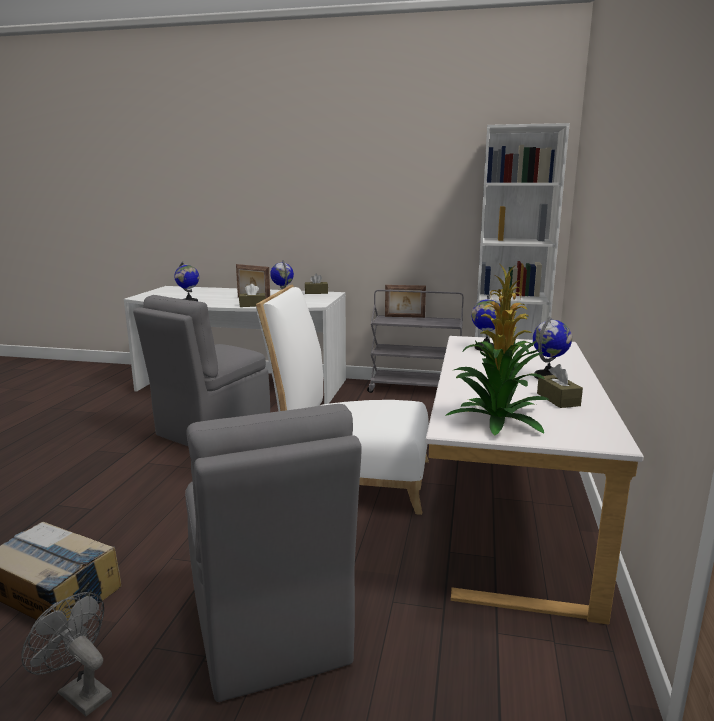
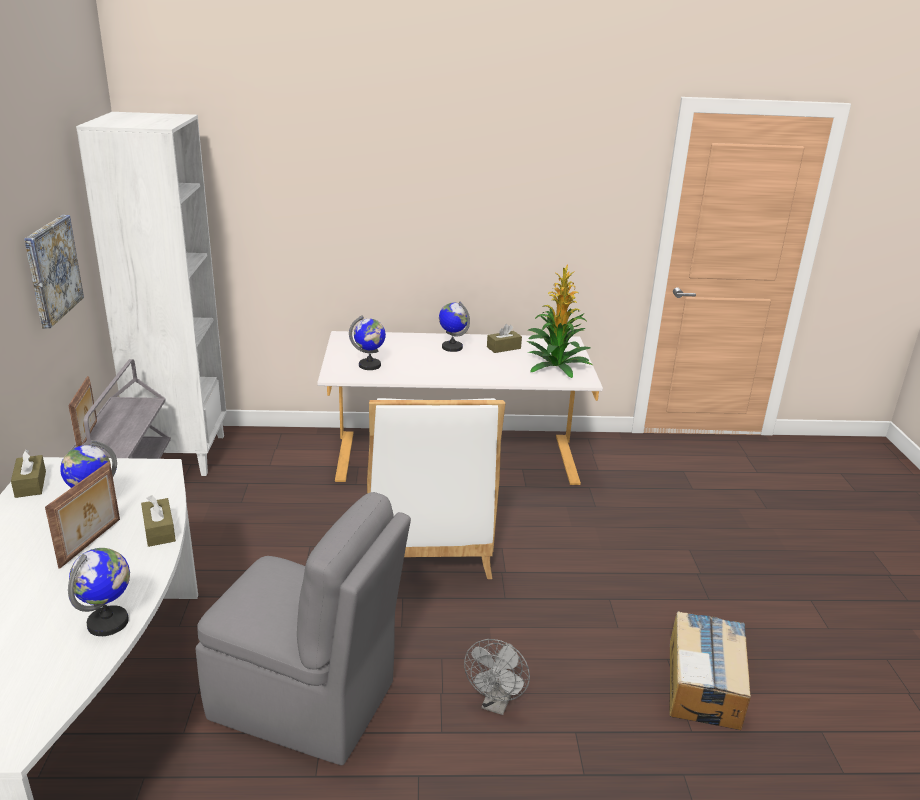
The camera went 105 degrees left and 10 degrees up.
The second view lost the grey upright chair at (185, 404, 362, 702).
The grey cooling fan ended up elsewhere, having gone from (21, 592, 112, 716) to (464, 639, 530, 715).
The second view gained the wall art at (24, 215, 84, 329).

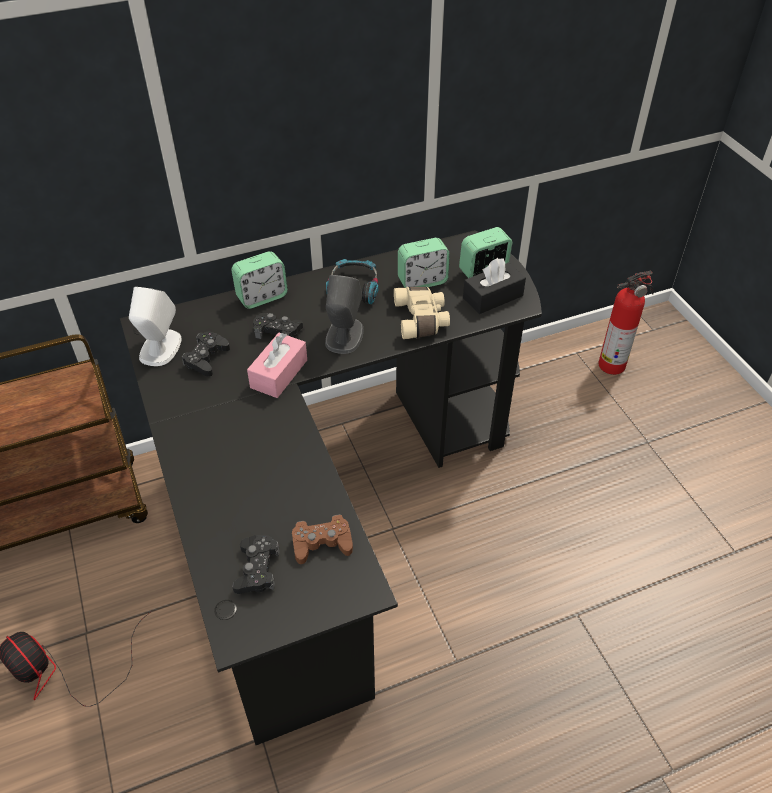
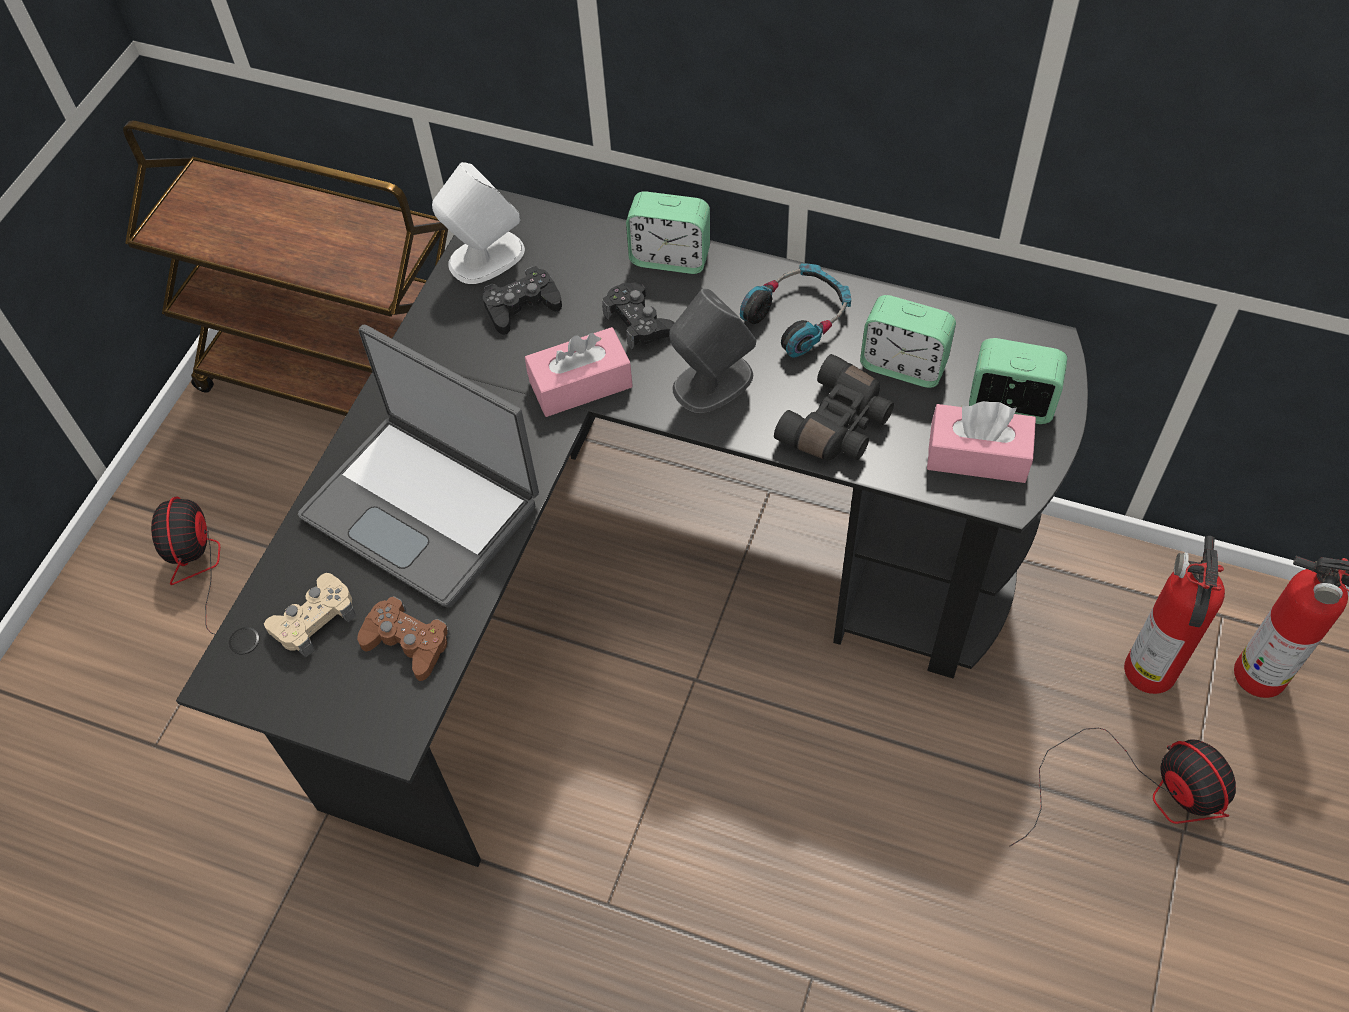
The camera went 45 degrees right and 10 degrees up.
What was the black-coloured box of tissues at (463, 258, 526, 314) turned into the pink box of tissues at (927, 401, 1036, 483).
What was the beige-coloured field glasses at (394, 287, 450, 339) turned into the black-coloured field glasses at (774, 354, 894, 461).
What was the black-coloured game controller at (232, 535, 280, 594) turned into the beige-coloured game controller at (264, 573, 356, 657).
The second view gained the notebook computer at (298, 325, 539, 608).
The second view gained the fire extinguisher at (1124, 536, 1225, 694).
The second view gained the cooling fan at (1009, 728, 1236, 847).

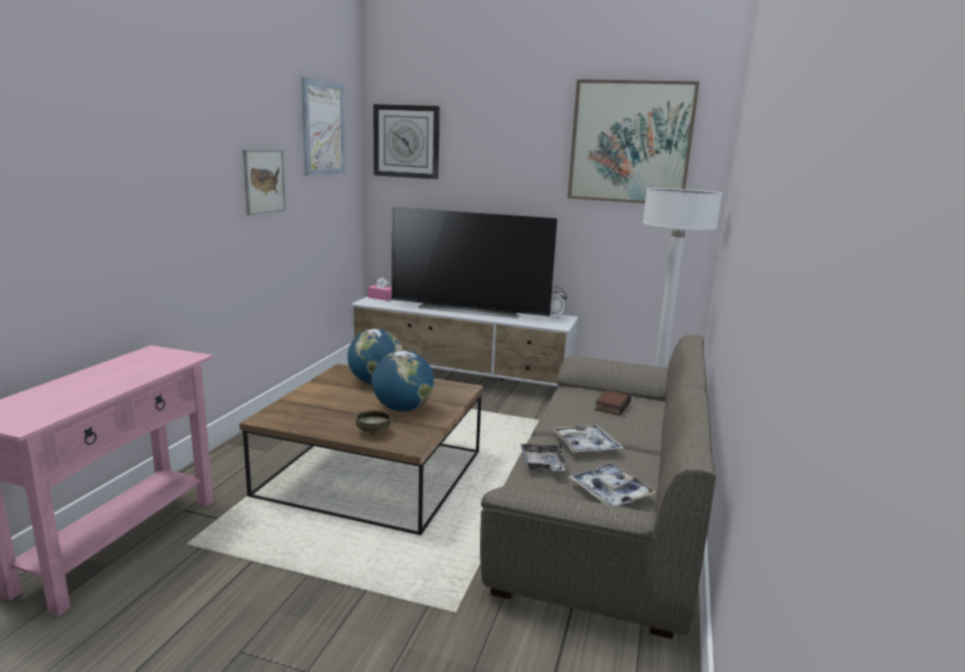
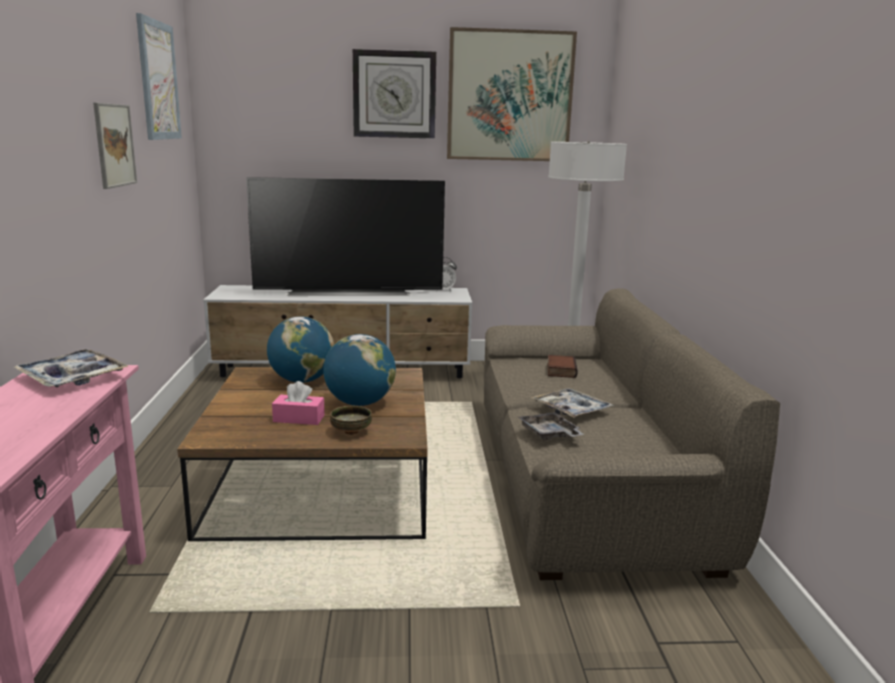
The camera went 20 degrees left and 0 degrees up.
The wall clock ended up elsewhere, having gone from (373, 104, 440, 179) to (353, 49, 436, 139).
The pink box of tissues ended up elsewhere, having gone from (368, 277, 392, 301) to (272, 381, 325, 425).
The carrying tray ended up elsewhere, having gone from (568, 463, 657, 506) to (14, 349, 128, 387).

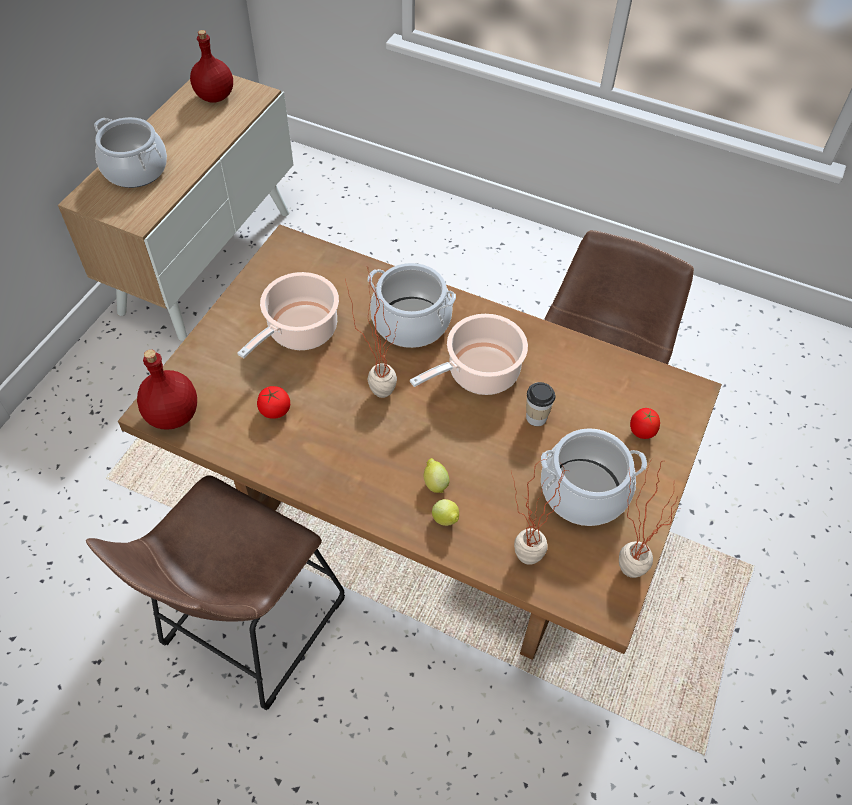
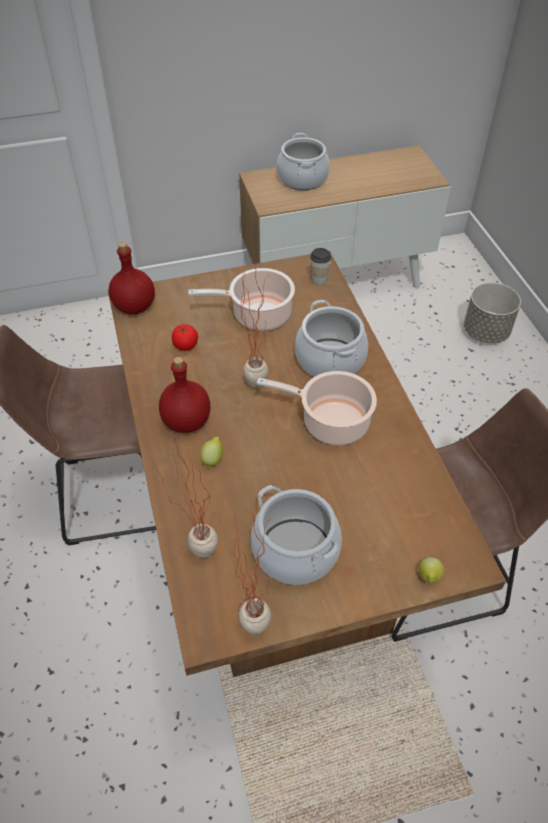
The camera went 50 degrees right and 5 degrees down.
The red drink bottle ended up elsewhere, having gone from (190, 30, 233, 103) to (159, 357, 210, 433).
The cup ended up elsewhere, having gone from (526, 382, 555, 426) to (310, 248, 331, 285).
The second view lost the fresh tomato at (630, 408, 660, 439).
The whole lemon ended up elsewhere, having gone from (432, 499, 459, 526) to (418, 557, 444, 584).
The second view gained the grey plant pot at (464, 283, 521, 343).

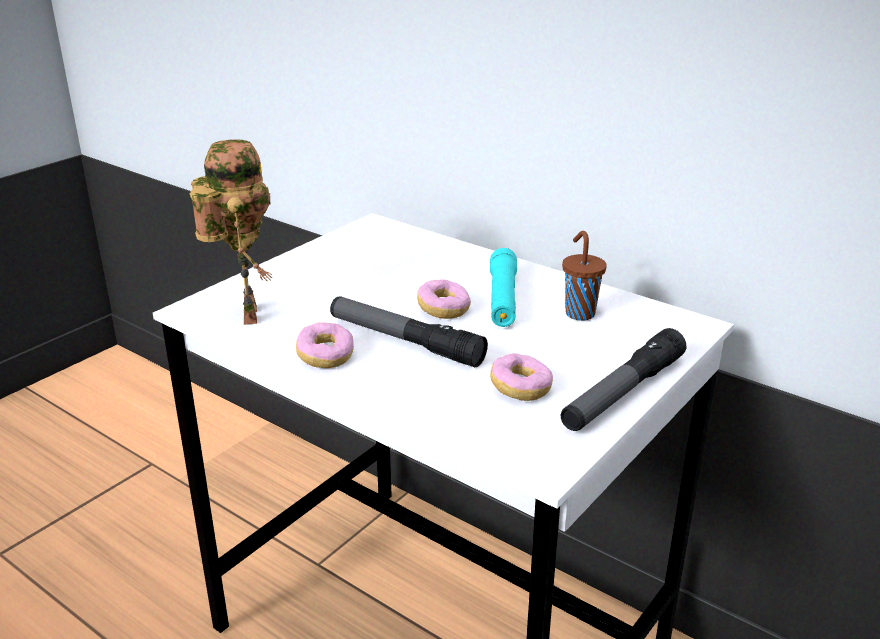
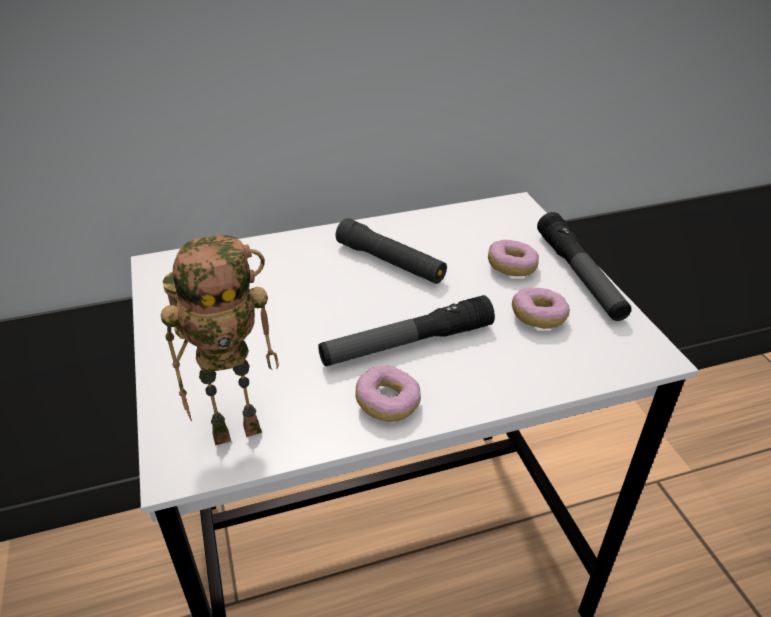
The camera went 55 degrees left and 10 degrees up.
The model robot at (190, 139, 272, 325) ended up facing another way, 135 degrees clockwise from before.
The second view lost the brown cup at (562, 231, 607, 321).
What was the blue-green hand torch at (490, 248, 517, 327) turned into the black-coloured hand torch at (336, 218, 447, 284).
The ring doughnut ended up elsewhere, having gone from (417, 279, 471, 319) to (488, 240, 539, 276).

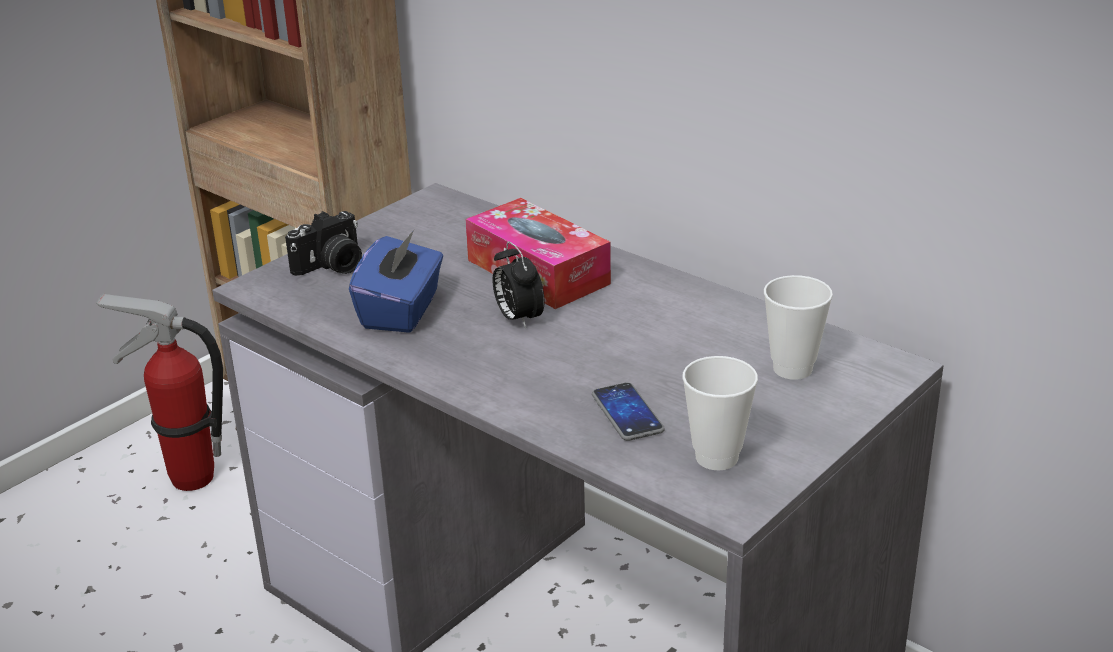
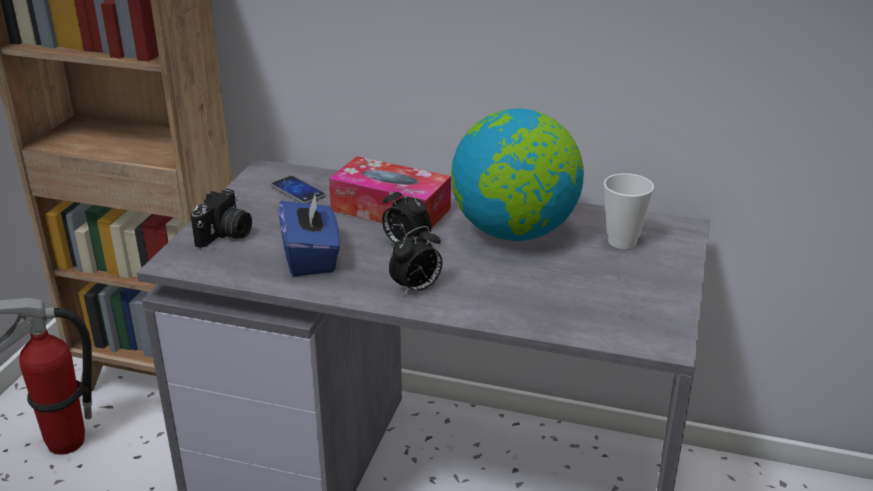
The camera went 25 degrees left and 0 degrees up.
The second view lost the cup at (682, 356, 758, 470).
The telephone ended up elsewhere, having gone from (592, 382, 665, 441) to (271, 176, 326, 204).
The second view gained the world globe at (451, 108, 584, 241).
The second view gained the bedside clock at (389, 226, 442, 296).

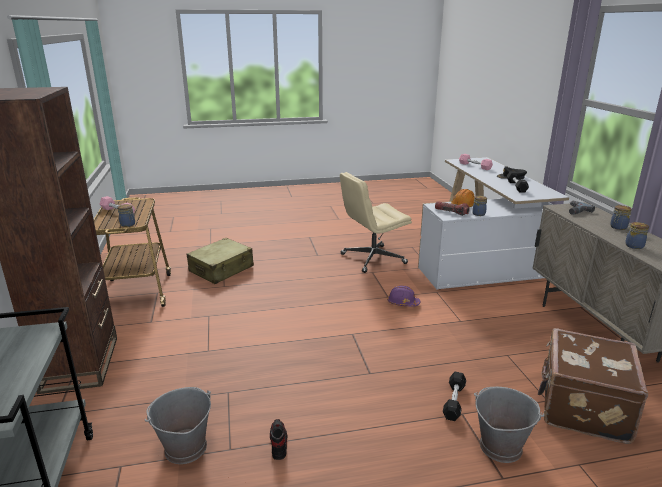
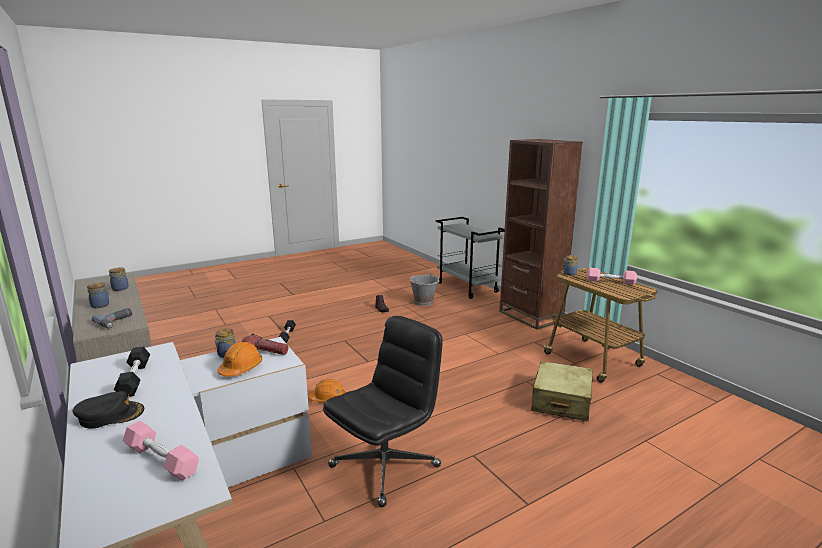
The camera went 160 degrees right and 5 degrees down.
What was the beige-coloured desk chair at (340, 172, 412, 273) turned into the black-coloured desk chair at (323, 316, 443, 507).
What was the purplish safety helmet at (387, 285, 421, 307) turned into the orange safety helmet at (309, 379, 345, 402).
The second view lost the brown piece of luggage at (538, 328, 648, 444).
The second view lost the grey bucket at (474, 387, 545, 463).

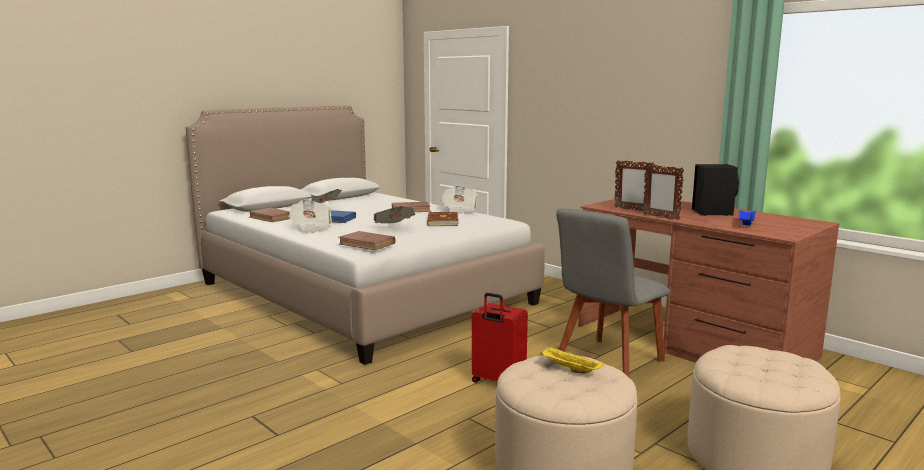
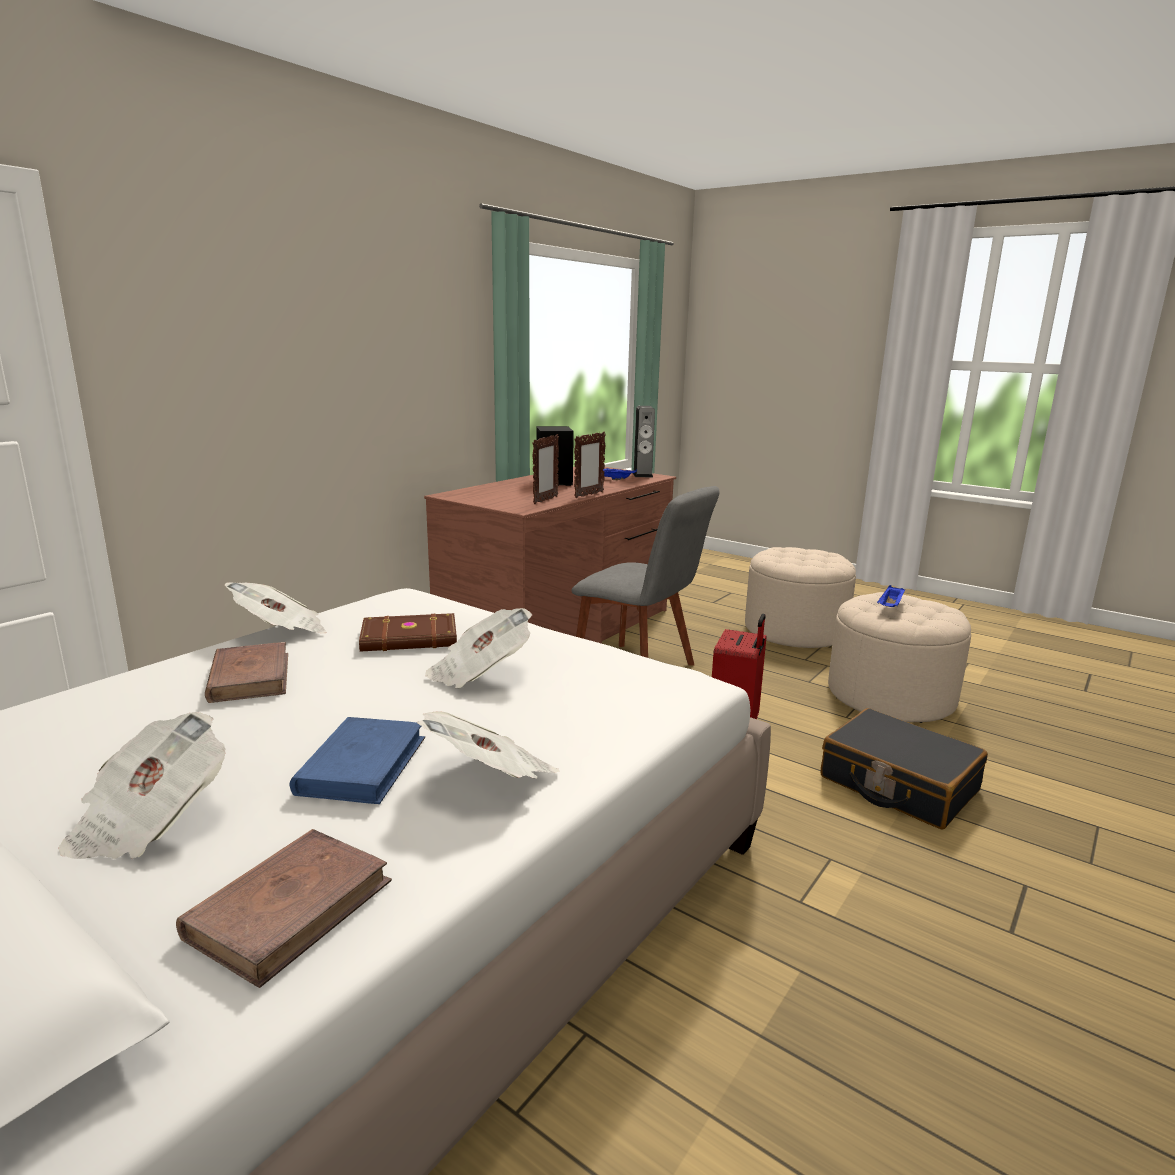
The camera went 100 degrees left and 5 degrees up.
The second view lost the brown bound book at (339, 231, 395, 250).
What was the yellowish carrying tray at (540, 346, 605, 373) turned into the blue-coloured carrying tray at (877, 585, 905, 607).
The second view gained the speaker at (633, 406, 655, 477).
The second view gained the black-coloured piece of luggage at (821, 708, 988, 829).

